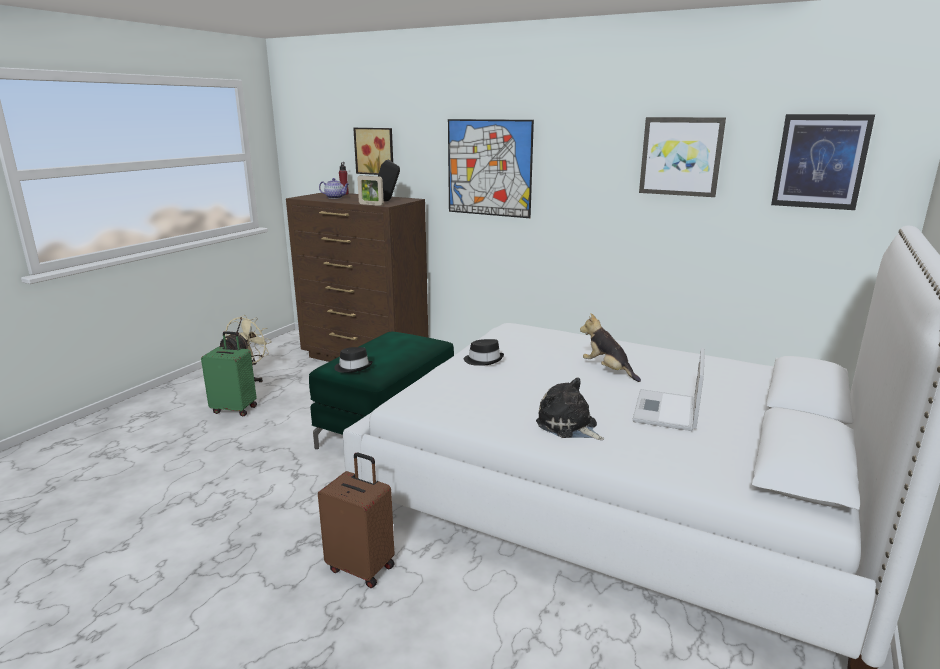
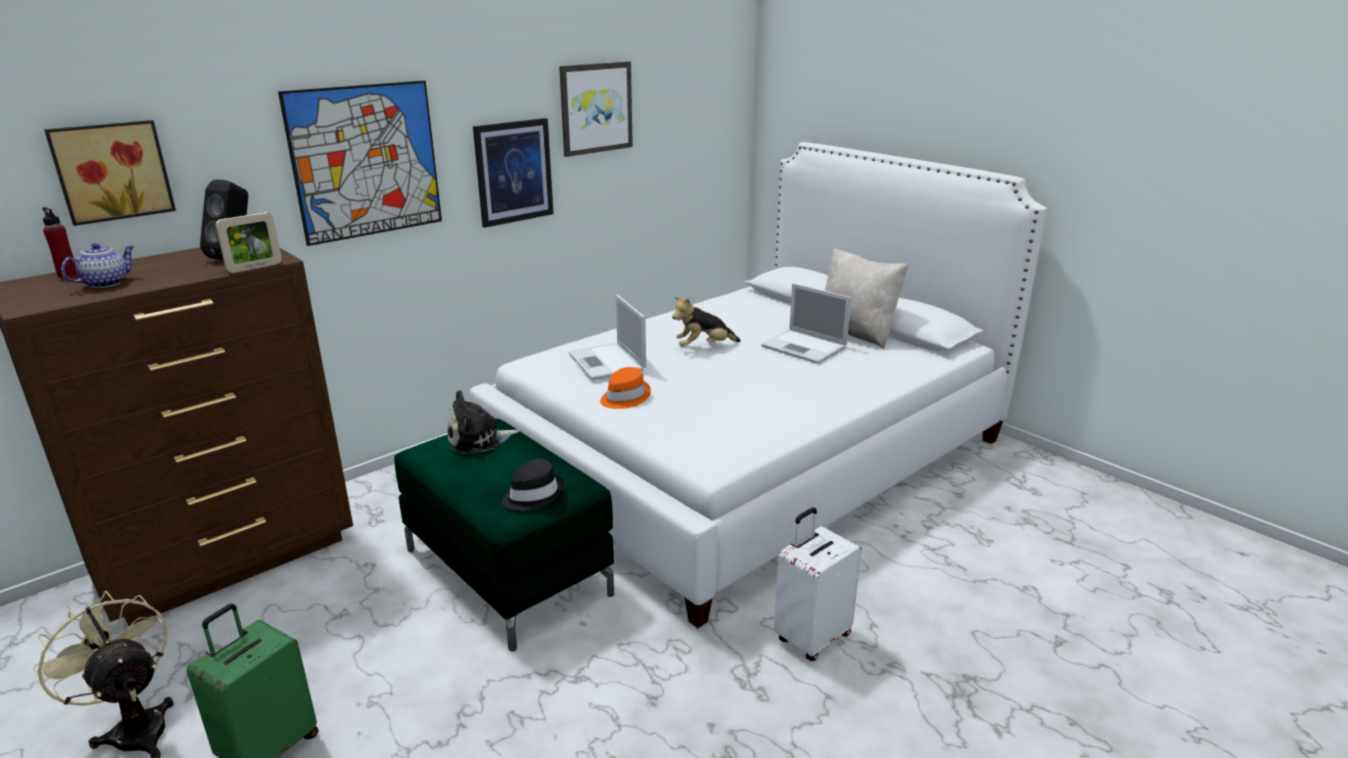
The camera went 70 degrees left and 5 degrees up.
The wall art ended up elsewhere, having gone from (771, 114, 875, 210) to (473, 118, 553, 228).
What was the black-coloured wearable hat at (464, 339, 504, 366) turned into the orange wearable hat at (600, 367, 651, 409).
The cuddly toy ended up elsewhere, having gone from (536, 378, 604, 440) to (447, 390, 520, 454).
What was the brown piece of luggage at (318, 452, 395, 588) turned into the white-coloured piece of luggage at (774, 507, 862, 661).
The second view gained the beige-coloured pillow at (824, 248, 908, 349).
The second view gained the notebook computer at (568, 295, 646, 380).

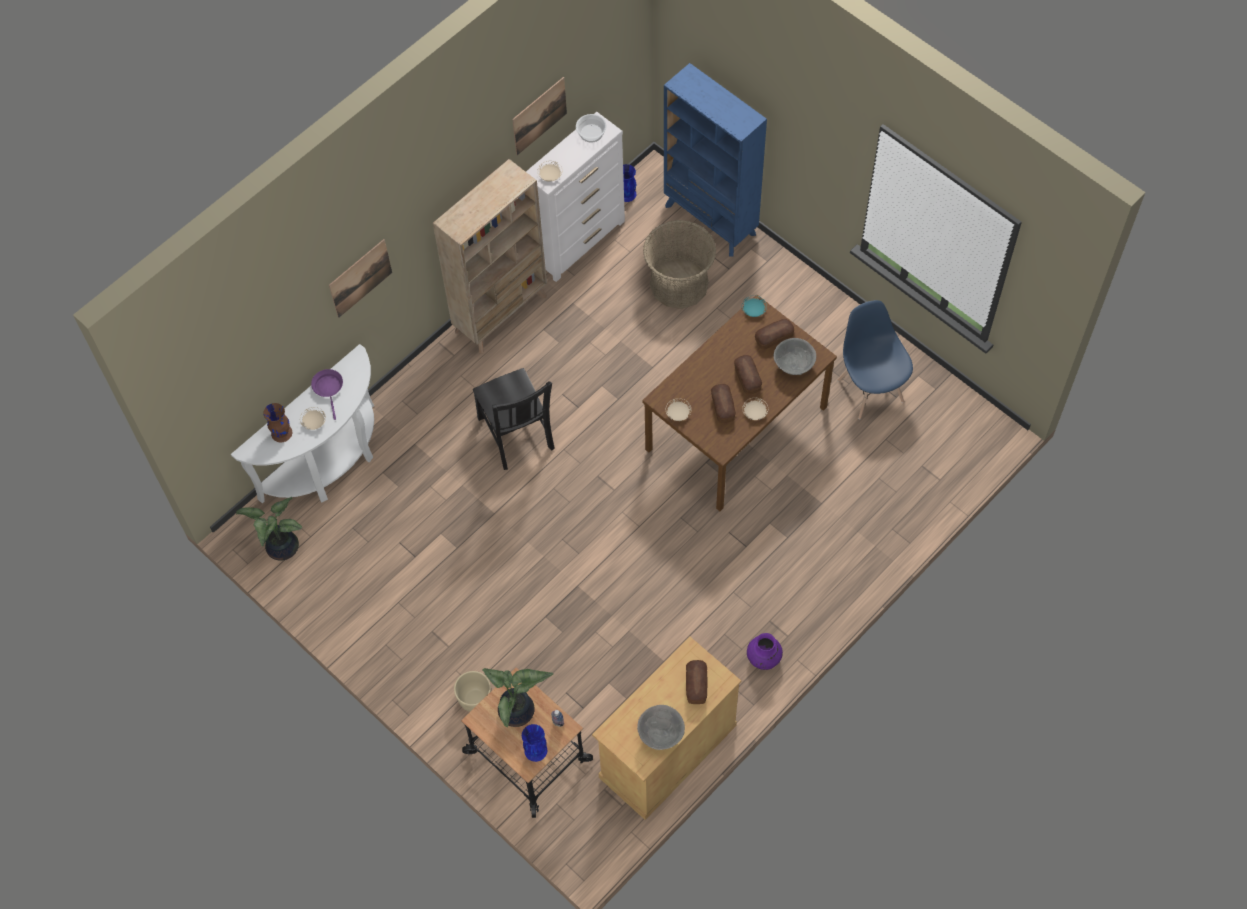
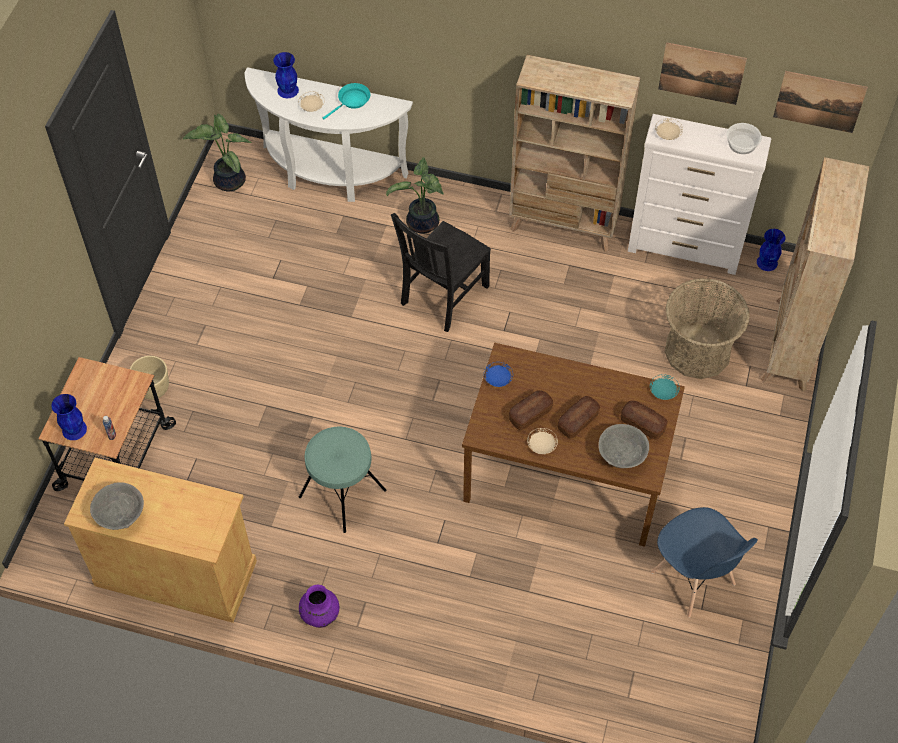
The camera went 60 degrees right and 5 degrees down.
What was the blue-coloured bookshelf at (664, 63, 767, 256) turned into the beige-coloured bookshelf at (761, 157, 870, 392).
The wall art ended up elsewhere, having gone from (329, 239, 392, 318) to (773, 71, 868, 133).
The blue-coloured upright chair at (837, 300, 913, 420) ended up facing another way, 105 degrees clockwise from before.
What was the purplish pan at (311, 369, 343, 420) turned into the blue-green pan at (323, 83, 370, 120).
What was the beige-coloured dinner plate at (666, 398, 691, 421) turned into the blue-coloured dinner plate at (484, 362, 513, 387).
What was the brown decorative vase at (263, 403, 292, 442) turned into the blue-coloured decorative vase at (273, 52, 299, 98).
The second view lost the bread at (686, 660, 708, 704).
The houseplant ended up elsewhere, having gone from (482, 668, 553, 727) to (386, 157, 444, 234).
The second view gained the blue-green sitting stool at (299, 427, 387, 533).

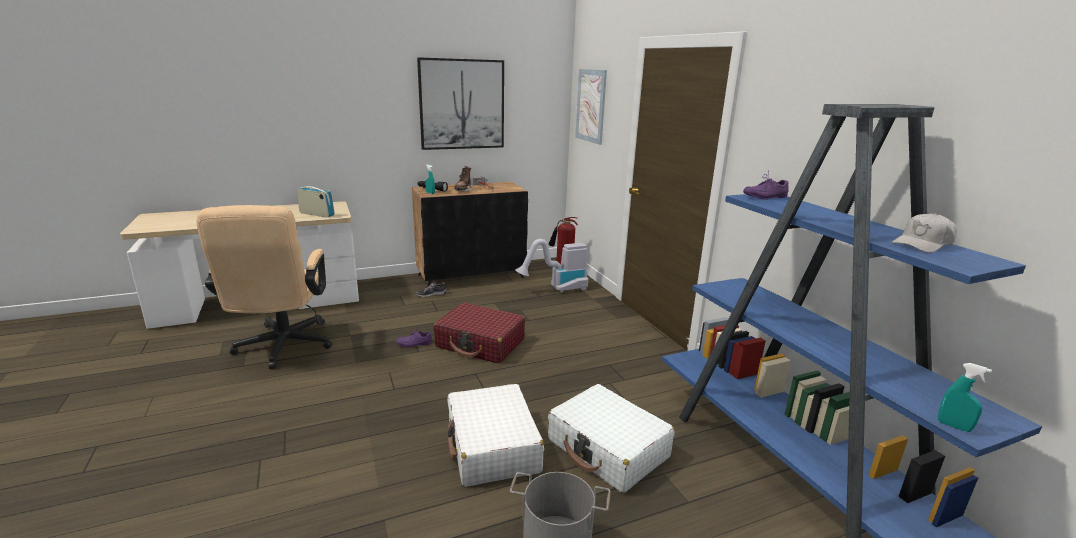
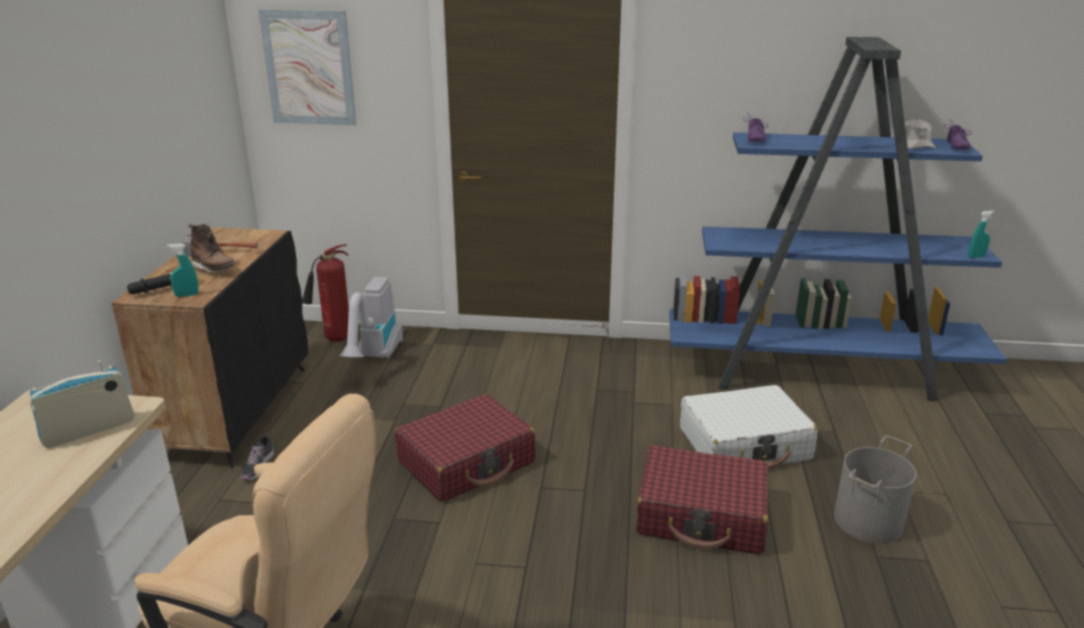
The camera went 60 degrees left and 5 degrees up.
The second view lost the wall art at (417, 57, 504, 150).
The purplish item of footwear ended up elsewhere, having gone from (396, 326, 432, 348) to (944, 119, 971, 150).
What was the white-coloured piece of luggage at (447, 384, 544, 487) turned into the red piece of luggage at (636, 445, 769, 554).

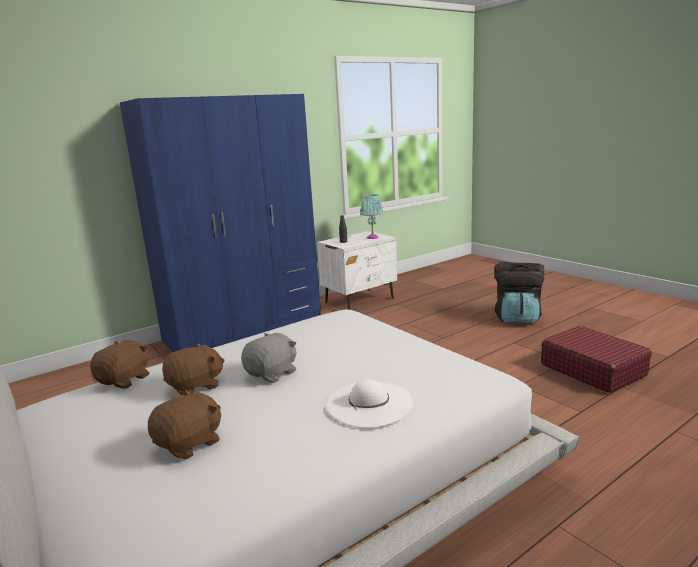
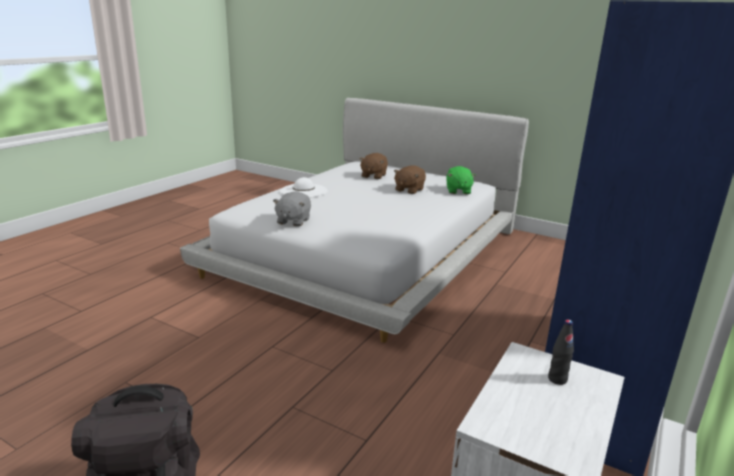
The camera went 155 degrees right and 5 degrees up.
The second view lost the blue-green lamp for a table at (360, 194, 383, 239).
The second view lost the red piece of luggage at (541, 326, 652, 393).
The grey cuddly toy ended up elsewhere, having gone from (241, 333, 297, 383) to (273, 191, 311, 227).
What was the brown cuddly toy at (90, 340, 149, 389) turned into the green cuddly toy at (446, 166, 476, 195).

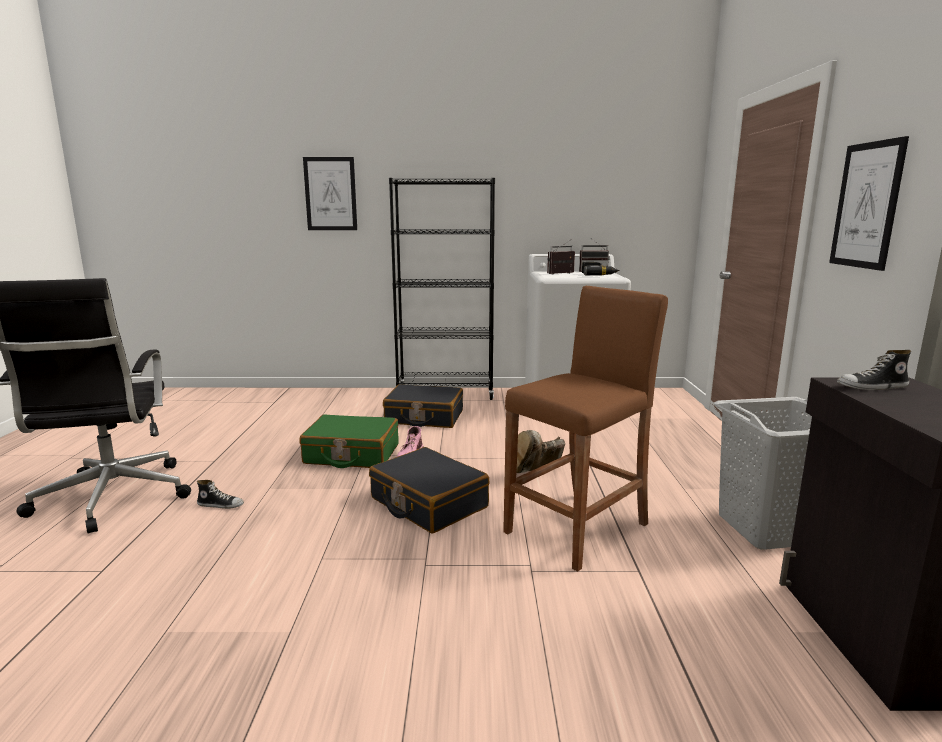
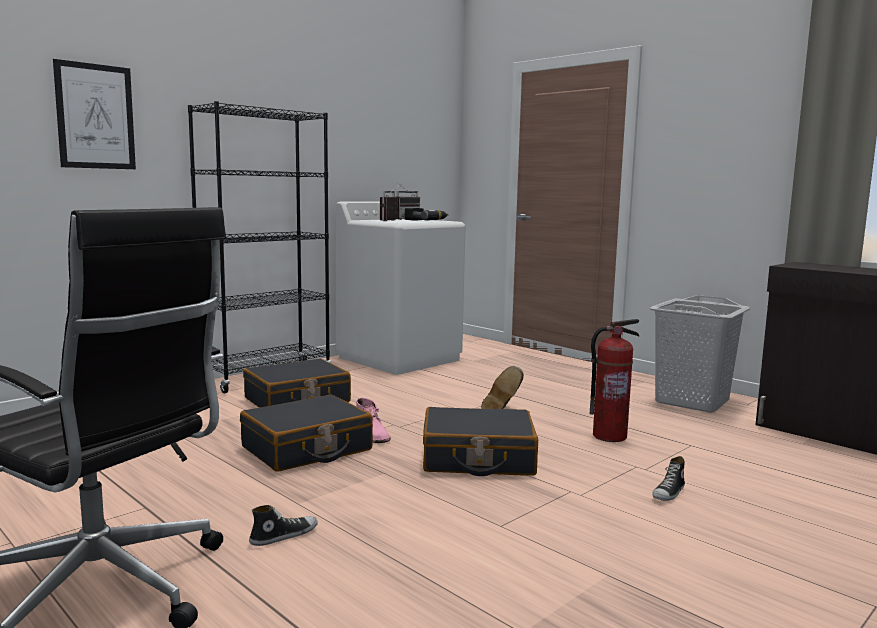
The camera went 45 degrees left and 5 degrees down.
The second view lost the wall art at (829, 136, 909, 271).
Where the brown sitting stool stood at (503, 286, 668, 572), the fire extinguisher came to stand at (590, 319, 640, 442).
The item of footwear ended up elsewhere, having gone from (837, 350, 911, 390) to (652, 456, 685, 501).
What was the green piece of luggage at (300, 414, 399, 468) turned into the black-coloured piece of luggage at (240, 395, 373, 472).

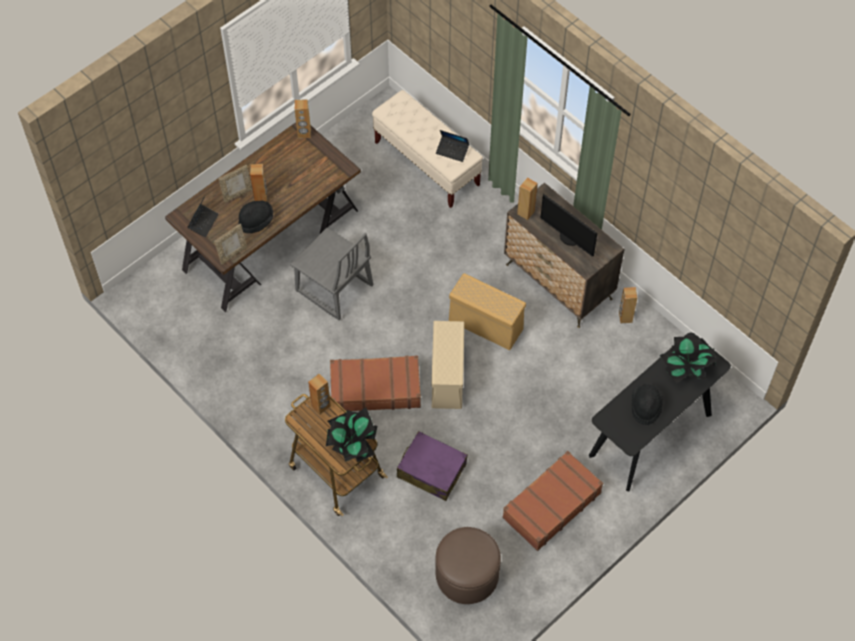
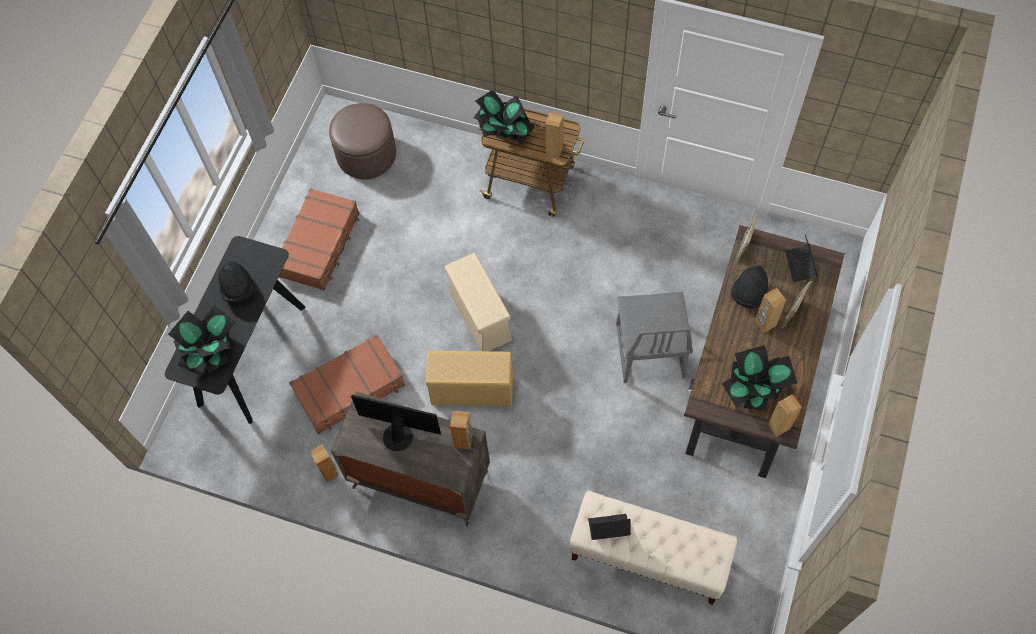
The camera went 155 degrees right and 5 degrees up.
The grey upright chair at (290, 228, 373, 320) ended up facing another way, 105 degrees counterclockwise from before.
The brown piece of luggage ended up elsewhere, having gone from (330, 355, 421, 411) to (289, 334, 405, 434).
The second view lost the purplish piece of luggage at (397, 431, 468, 501).
The second view gained the houseplant at (722, 345, 797, 411).

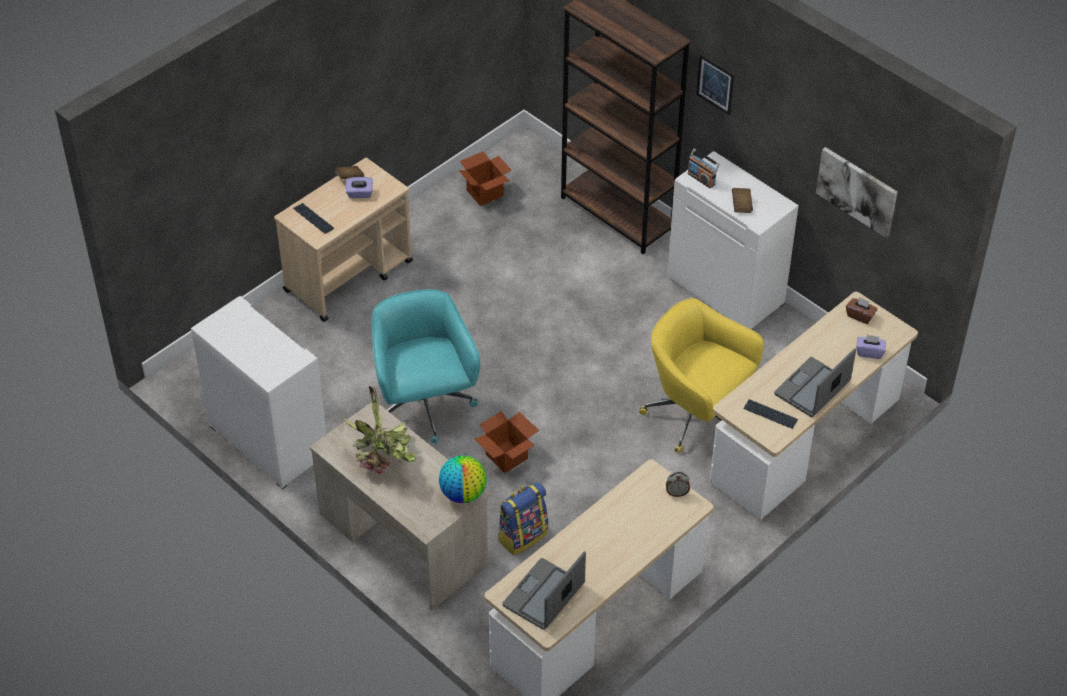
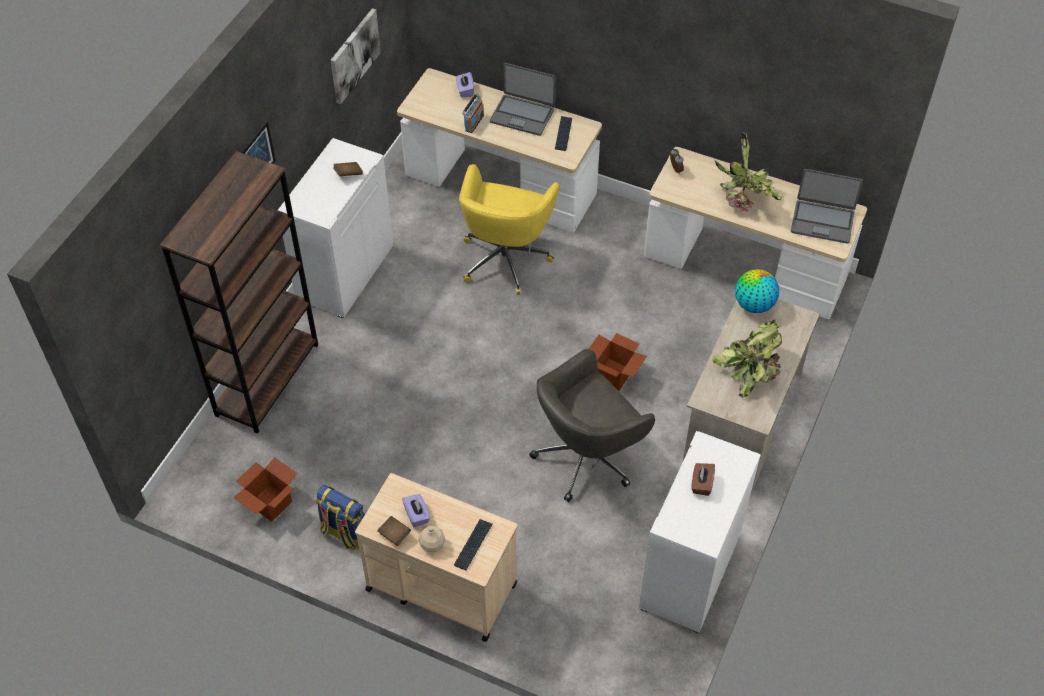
The camera went 110 degrees left and 5 degrees up.
The radio set ended up elsewhere, having gone from (687, 149, 720, 188) to (462, 93, 484, 133).
What was the blue-green desk chair at (372, 289, 480, 444) turned into the grey desk chair at (529, 349, 655, 502).
The brown box of tissues ended up elsewhere, having gone from (846, 297, 878, 324) to (692, 463, 715, 496).
The knapsack ended up elsewhere, having gone from (498, 482, 548, 555) to (316, 485, 365, 550).
The second view gained the houseplant at (714, 132, 782, 212).
The second view gained the beige-coloured drink bottle at (419, 526, 446, 552).

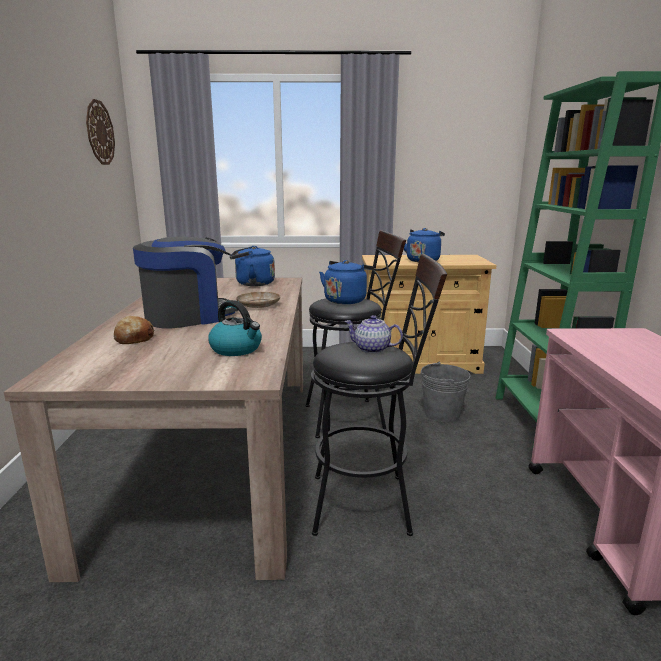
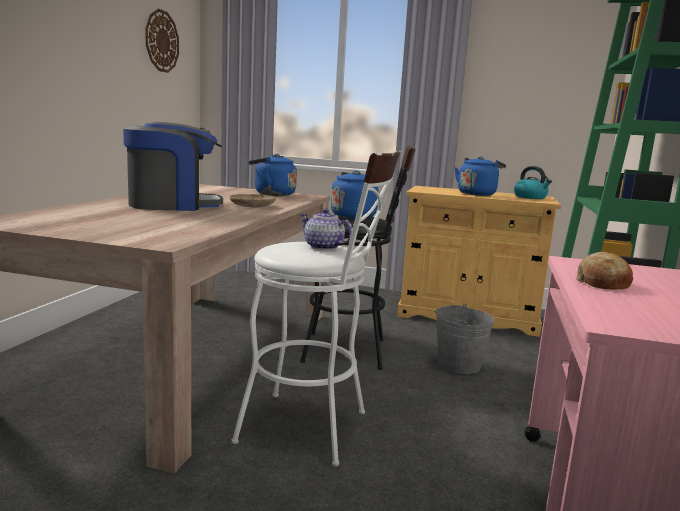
The camera went 15 degrees right and 5 degrees down.
What was the black-coloured sitting stool at (312, 254, 447, 536) turned into the white-coloured sitting stool at (231, 150, 400, 466).
The water kettle ended up elsewhere, having gone from (208, 300, 262, 356) to (514, 166, 552, 199).
The bread ended up elsewhere, having gone from (114, 316, 154, 344) to (576, 252, 633, 289).

